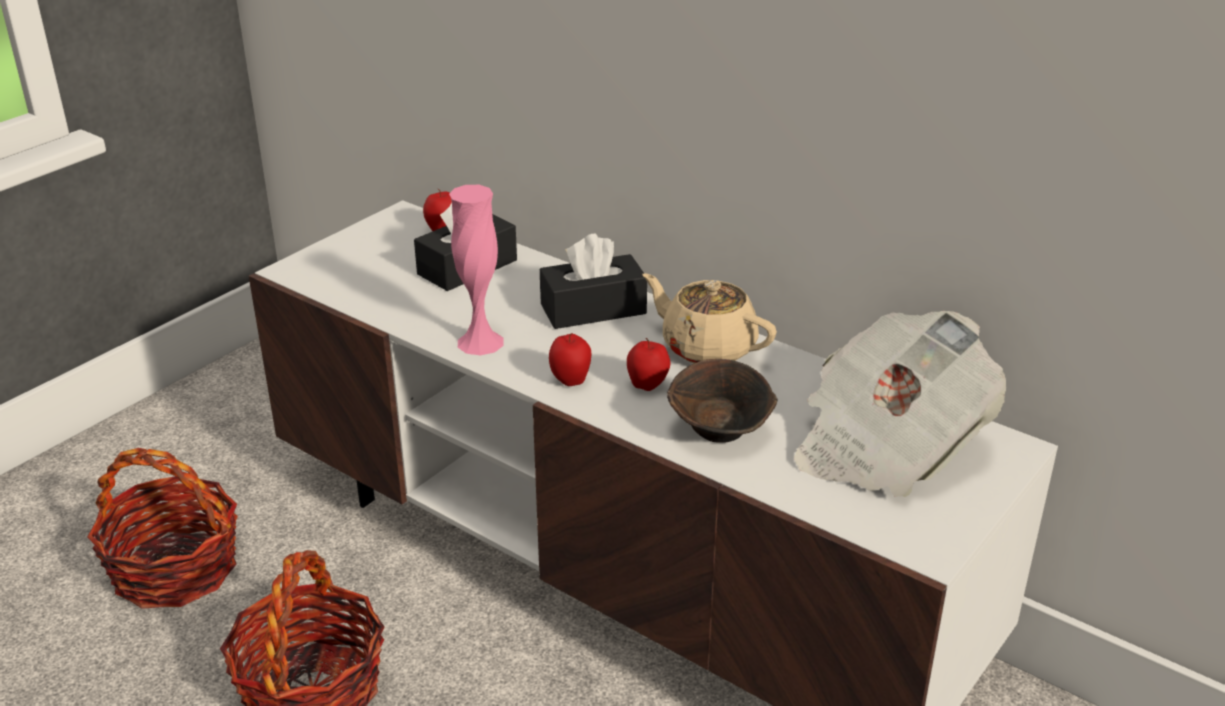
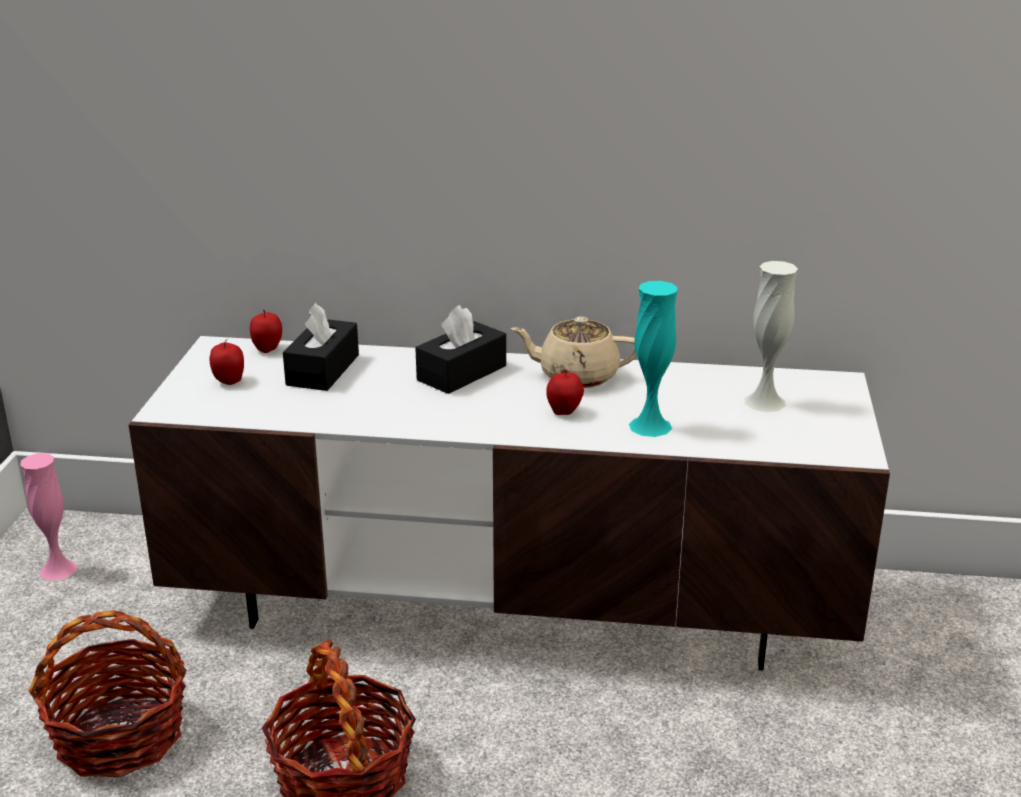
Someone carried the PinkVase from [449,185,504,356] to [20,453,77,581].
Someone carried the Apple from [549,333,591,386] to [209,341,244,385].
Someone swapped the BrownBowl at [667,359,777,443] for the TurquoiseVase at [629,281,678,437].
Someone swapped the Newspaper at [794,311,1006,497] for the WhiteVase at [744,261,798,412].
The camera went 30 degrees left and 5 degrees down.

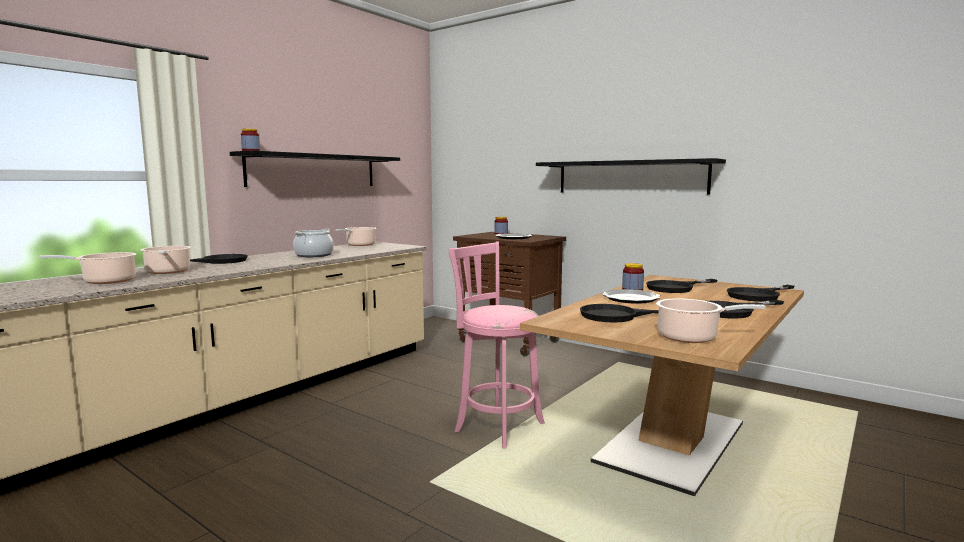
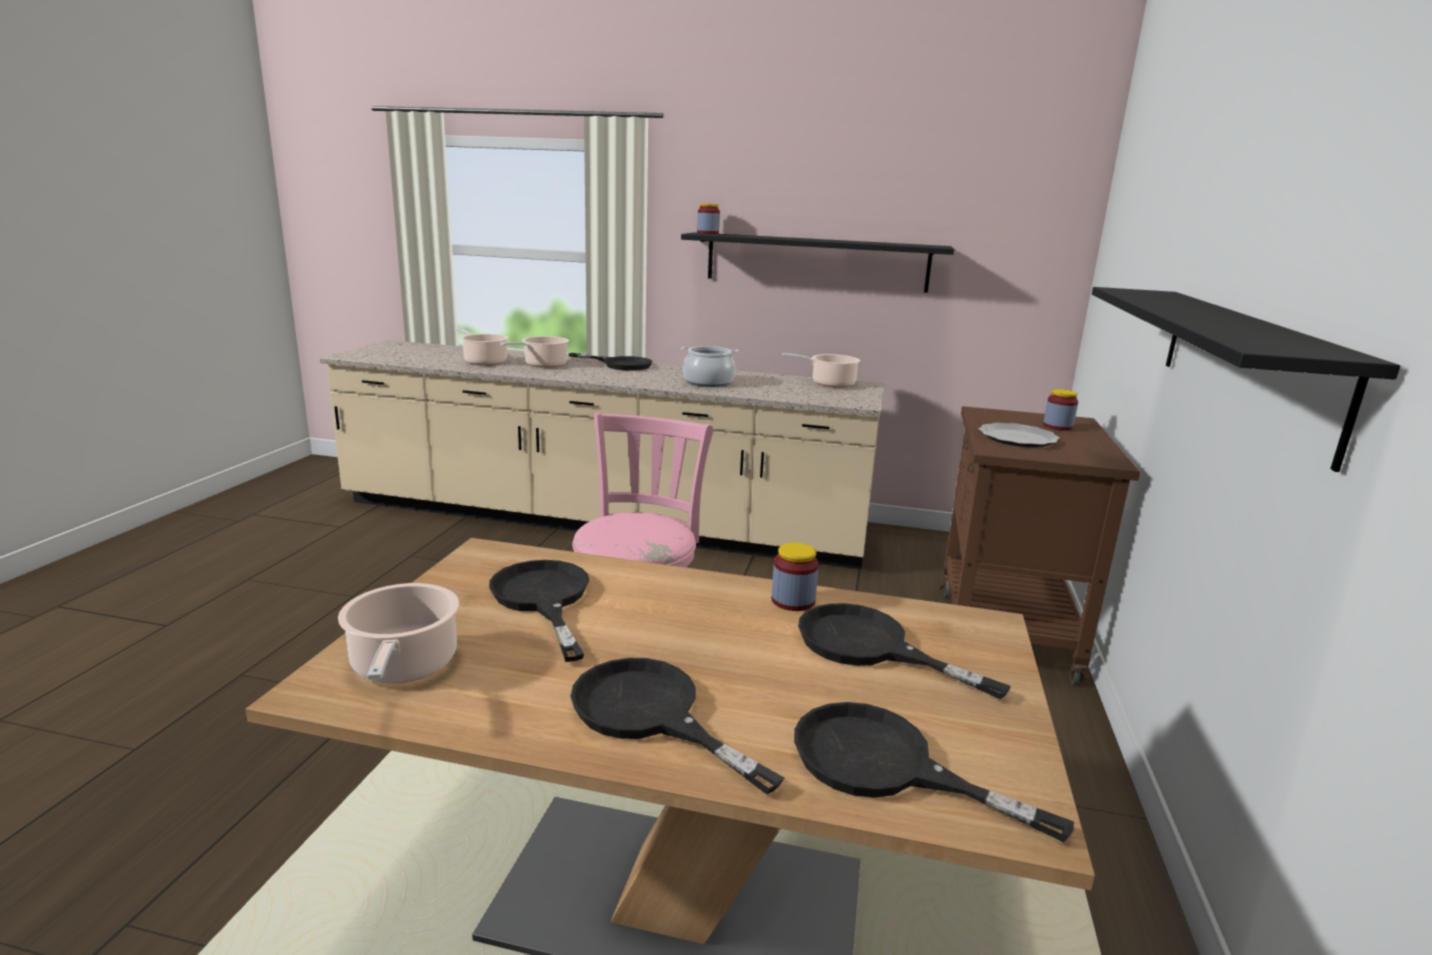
Someone took away the Plate at [602,289,660,304].
The camera went 65 degrees right and 10 degrees up.

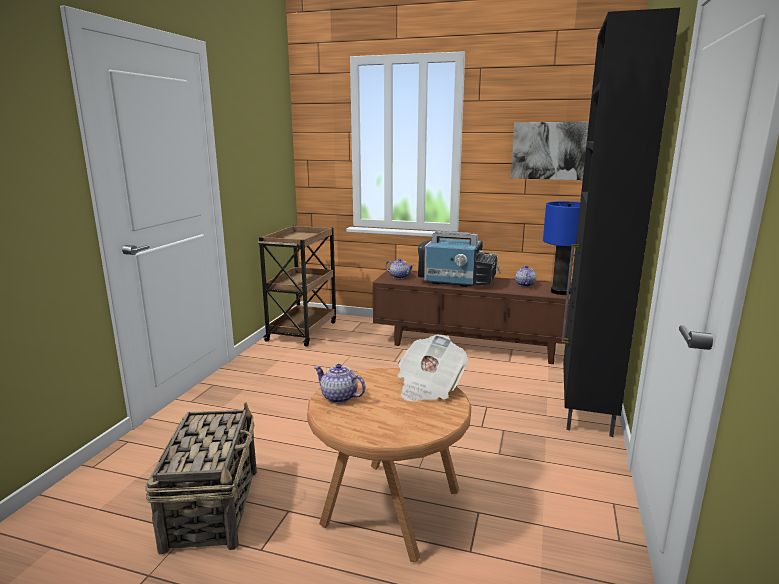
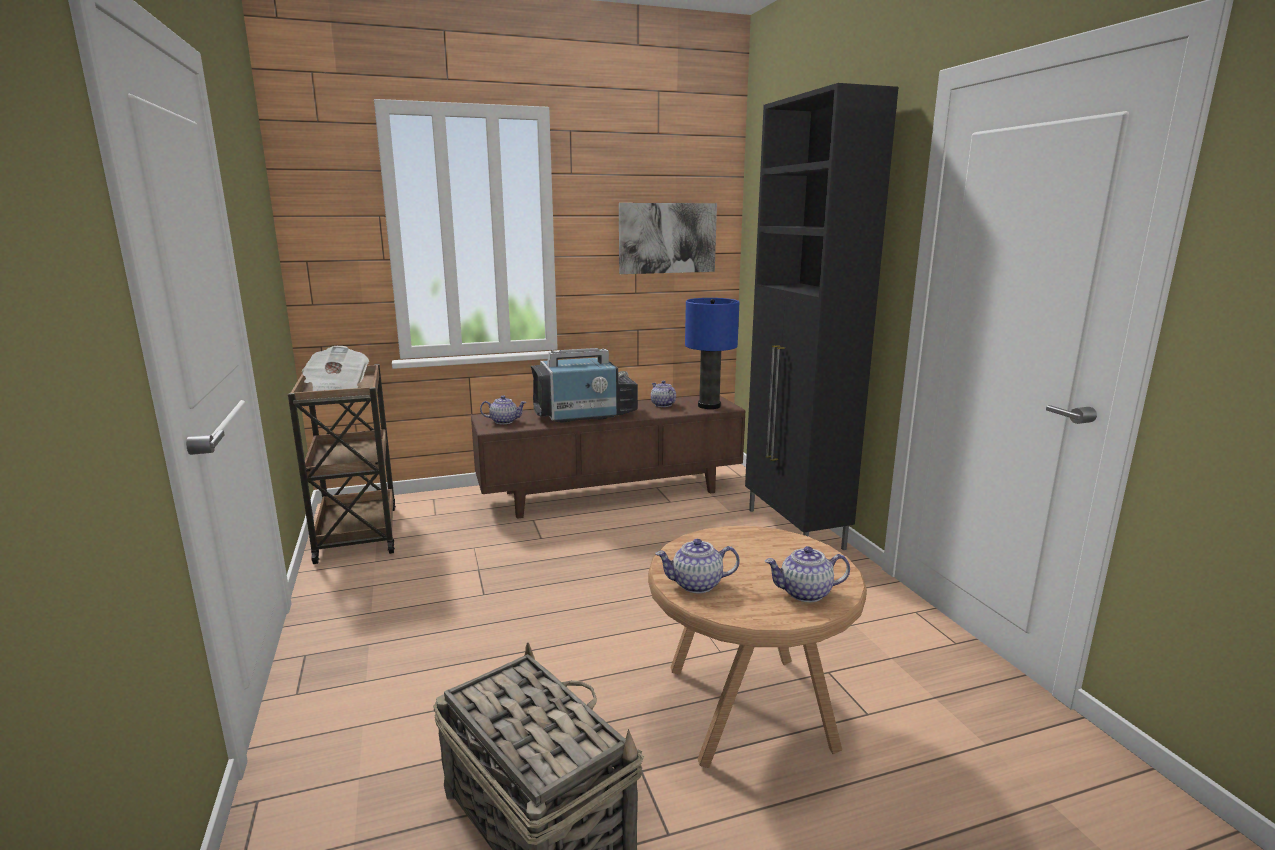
Someone carried the Newspaper from [397,335,468,401] to [302,346,369,391].
Someone put down the Teapot at [765,546,850,602].
The camera went 35 degrees left and 0 degrees up.

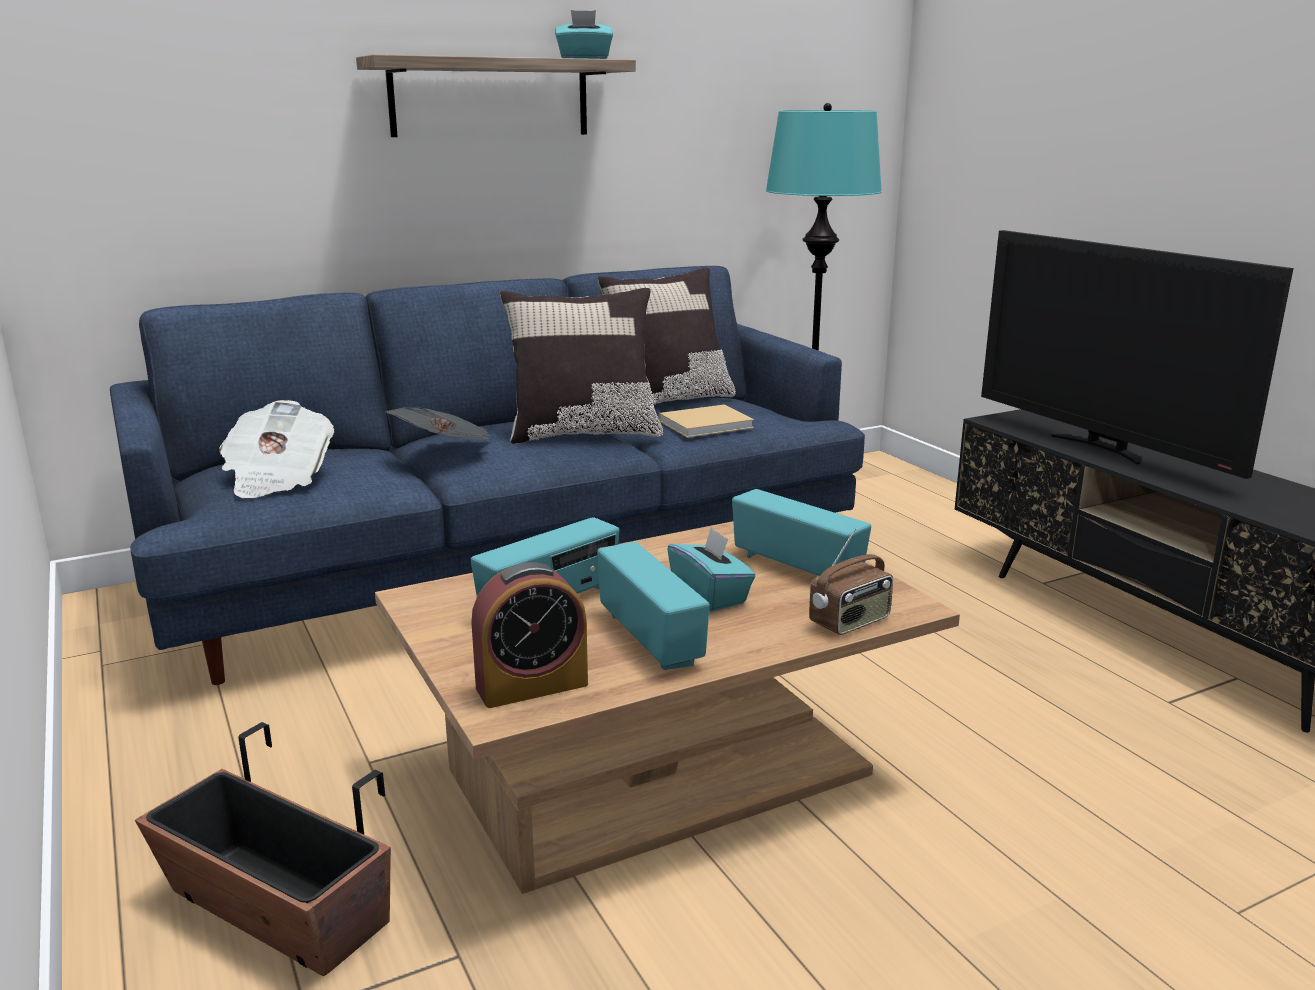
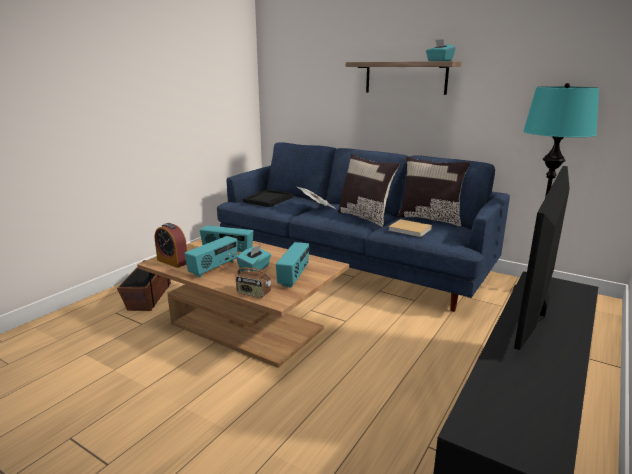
Someone swapped the Newspaper at [219,400,334,498] for the BlackTray at [243,190,293,207].
The camera went 60 degrees right and 0 degrees up.

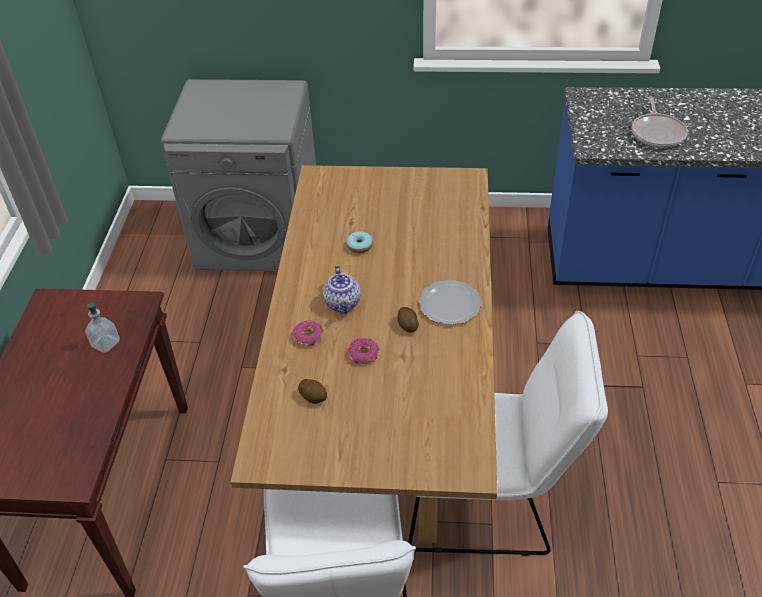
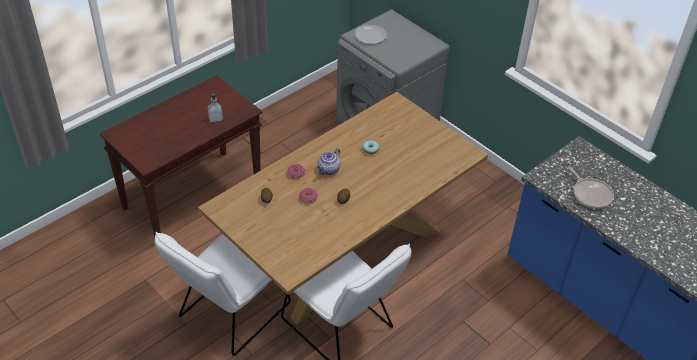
Someone carried the Plate from [419,280,482,325] to [355,25,387,44].
Someone rotated the FryingPan at [632,97,688,148] by 75 degrees counterclockwise.
The camera went 40 degrees right and 0 degrees up.

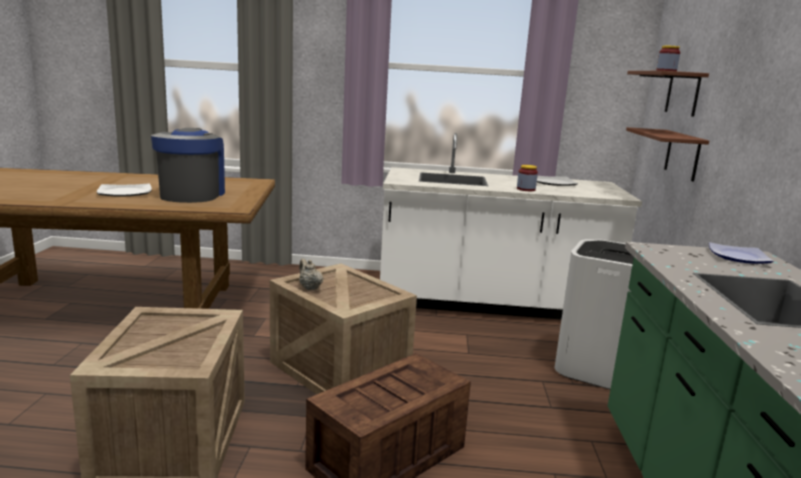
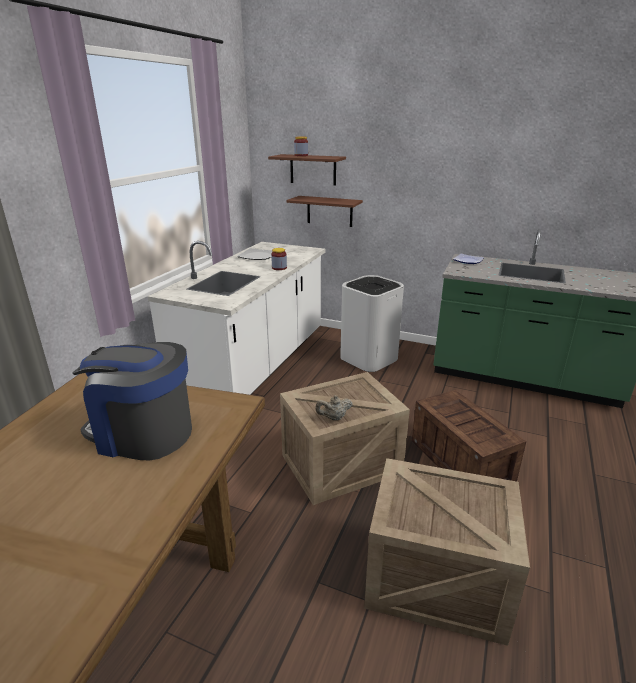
Someone took away the Plate at [97,183,152,197].
The camera went 70 degrees left and 10 degrees up.

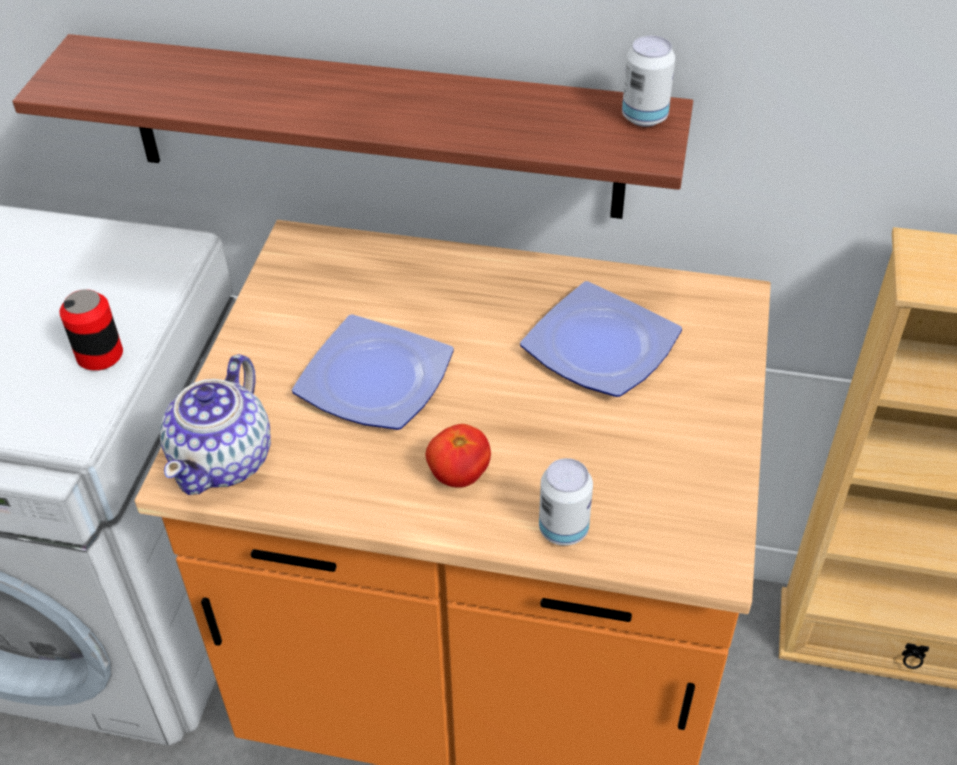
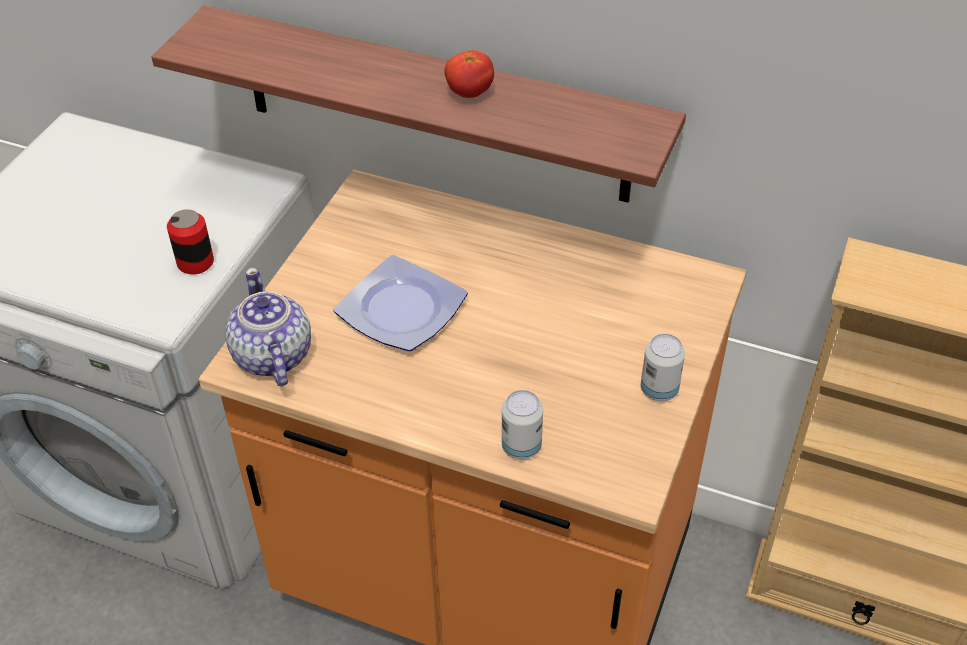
Someone rotated the Teapot at [160,354,271,495] by 135 degrees clockwise.
Someone carried the Tomato from [426,424,491,488] to [445,50,494,98].
Someone carried the Can from [622,36,675,127] to [641,334,685,401].
Someone took away the Plate at [520,281,682,397].
The camera went 10 degrees right and 0 degrees up.

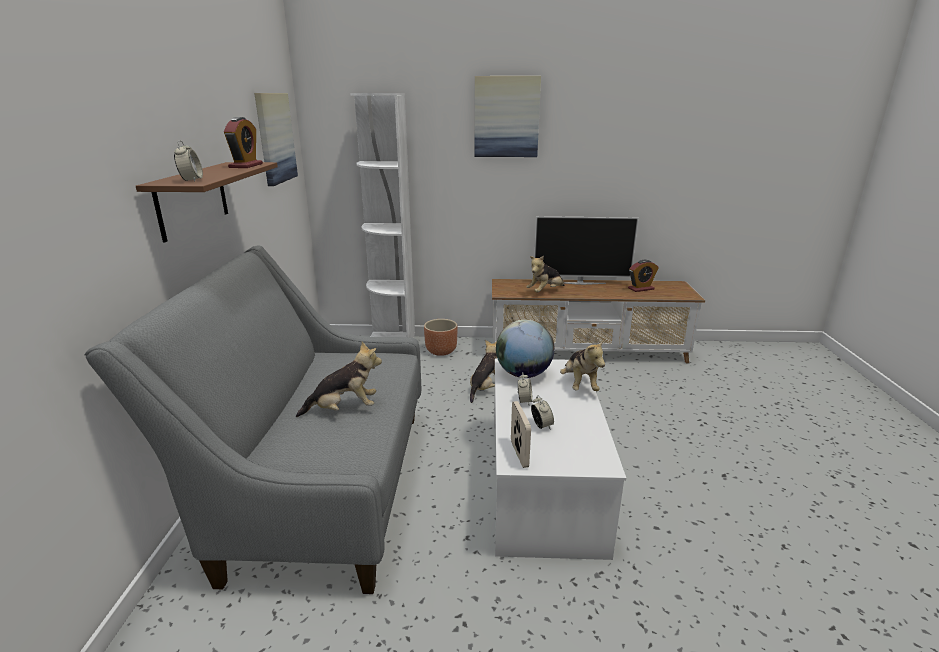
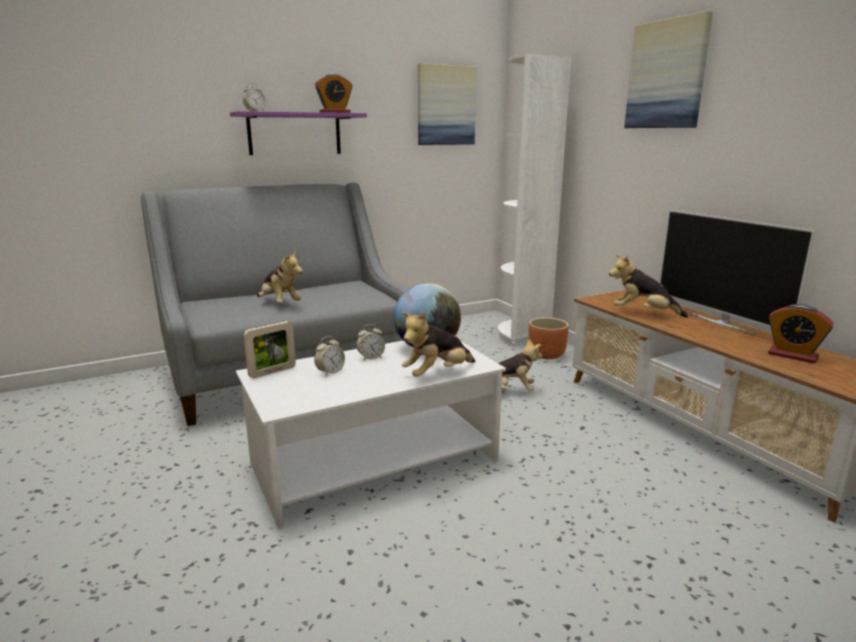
Someone repainted the BrownShelf at [136,162,278,242], which became the PurpleShelf at [230,111,367,155].
The camera went 60 degrees right and 5 degrees down.

